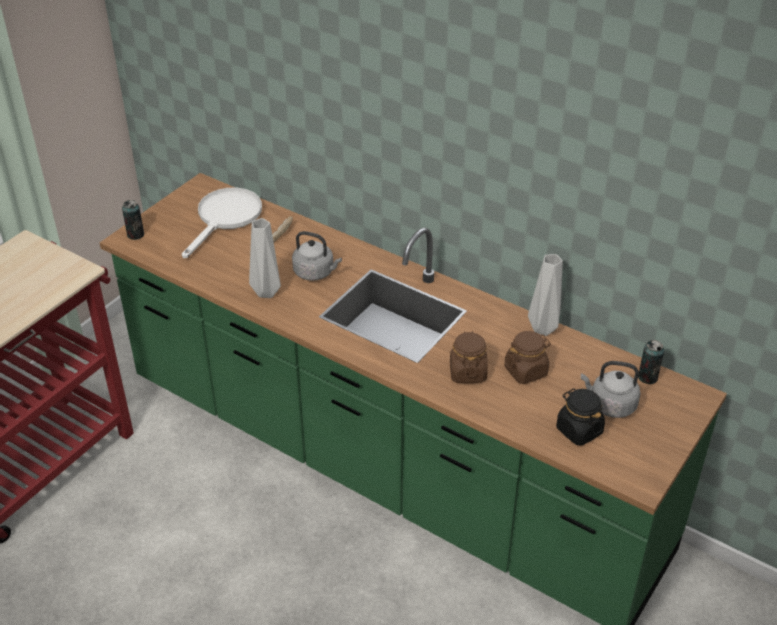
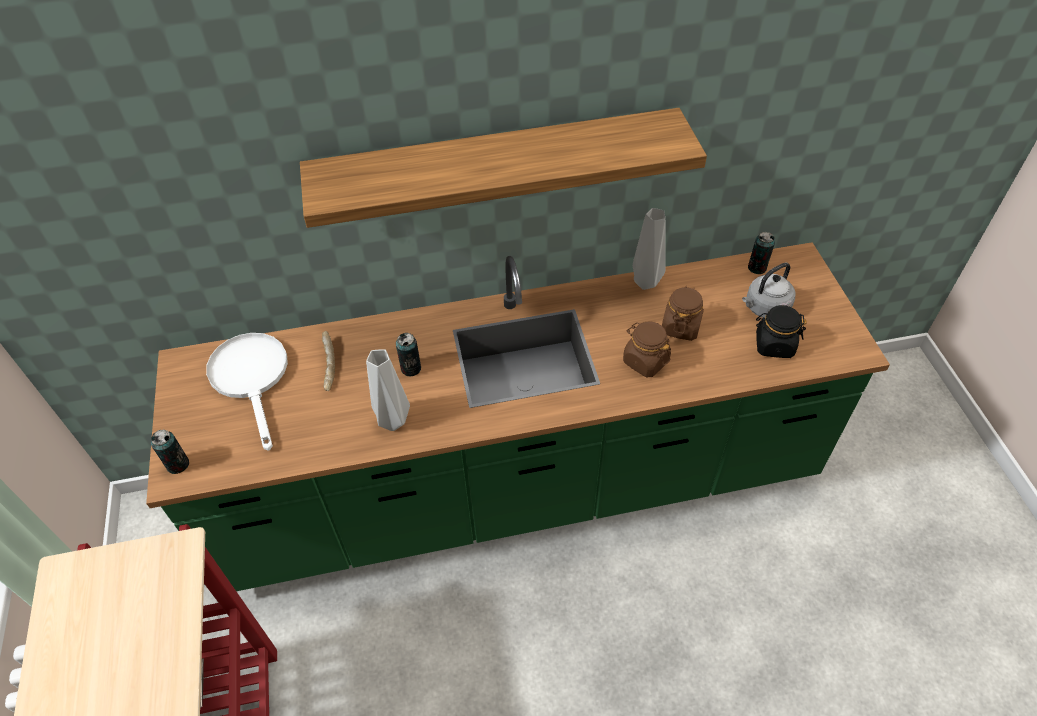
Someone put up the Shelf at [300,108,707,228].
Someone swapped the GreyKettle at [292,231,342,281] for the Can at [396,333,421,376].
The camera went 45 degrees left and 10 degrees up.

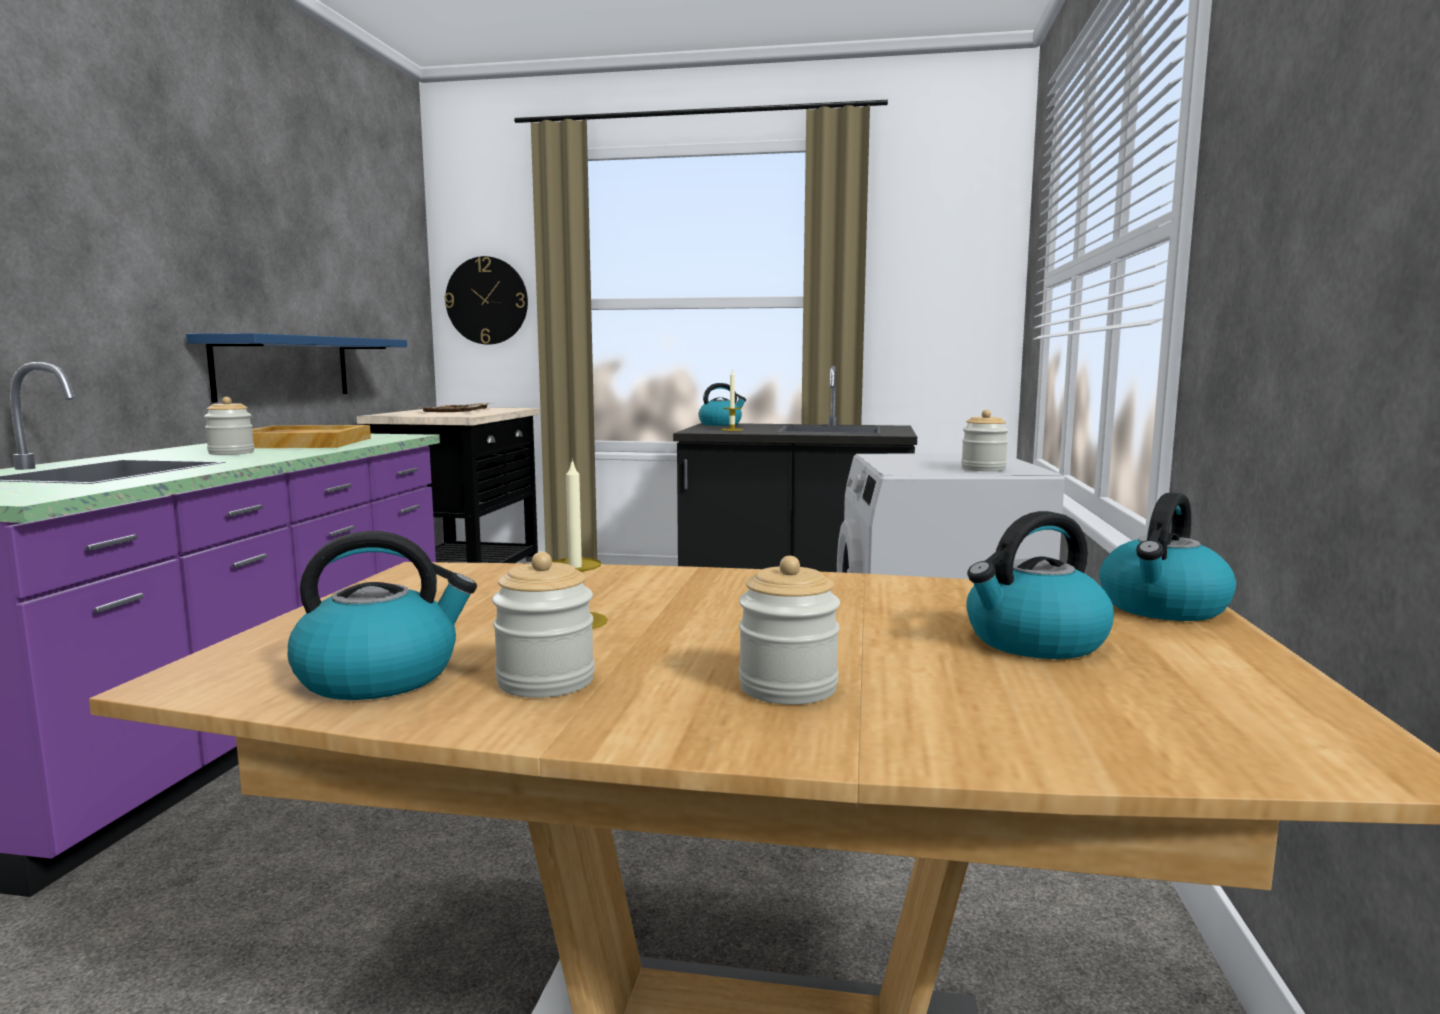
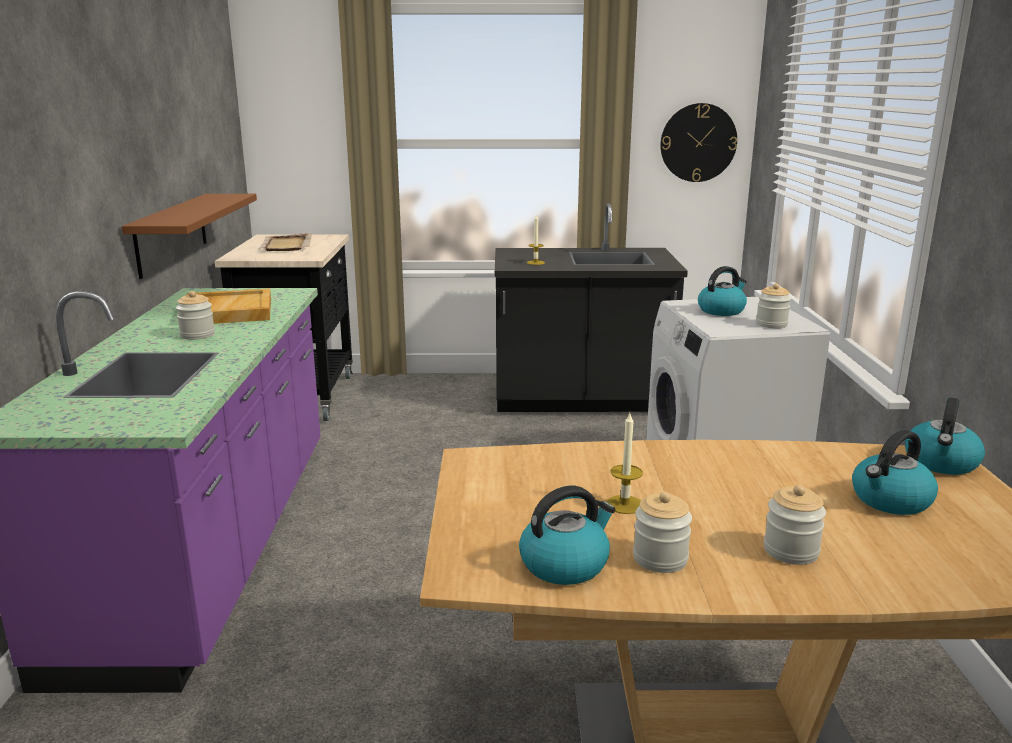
Someone repainted the BlueShelf at [186,333,407,403], which became the BrownShelf at [121,194,257,279].
Someone carried the WallClock from [445,256,528,345] to [660,103,737,182].
Someone carried the Kettle from [699,383,746,426] to [698,266,747,316].
The camera went 10 degrees left and 10 degrees up.

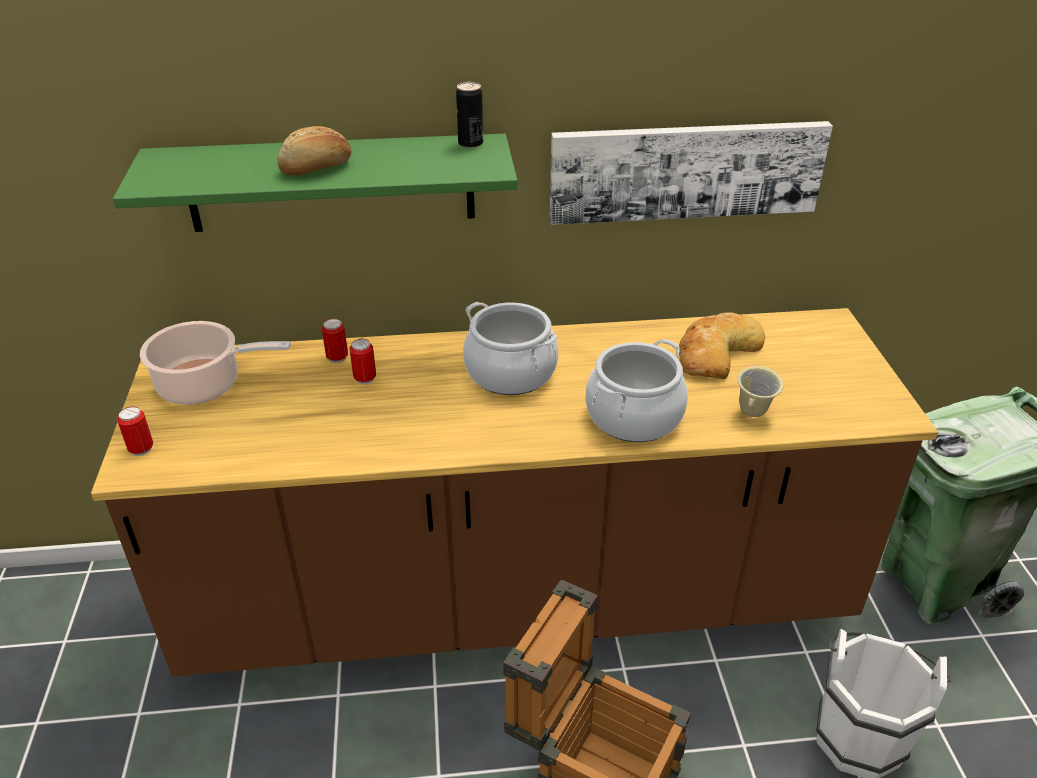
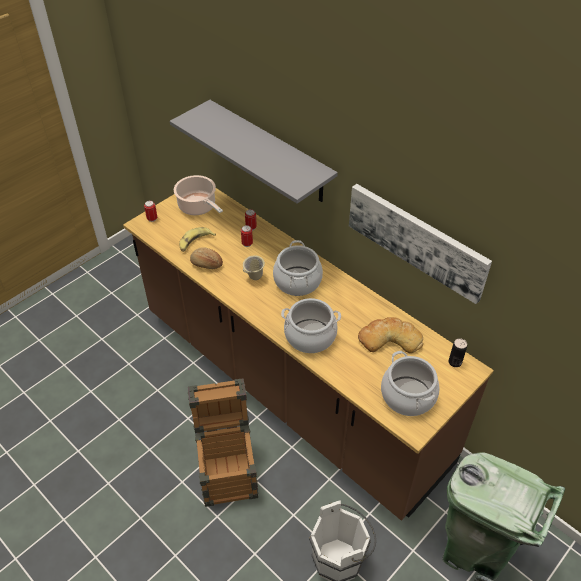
Someone repainted the GreenShelf at [113,134,517,232], which became the GreyShelf at [170,100,338,204].
Someone put down the Banana at [179,227,216,252].
Someone carried the Bread from [277,126,352,176] to [190,247,223,269].
Someone carried the BeigeMug from [737,366,784,417] to [243,255,265,280].
Someone put down the CookingPot at [381,351,440,416].
Someone carried the Can from [456,82,483,148] to [449,338,467,367].
The camera went 50 degrees right and 10 degrees up.

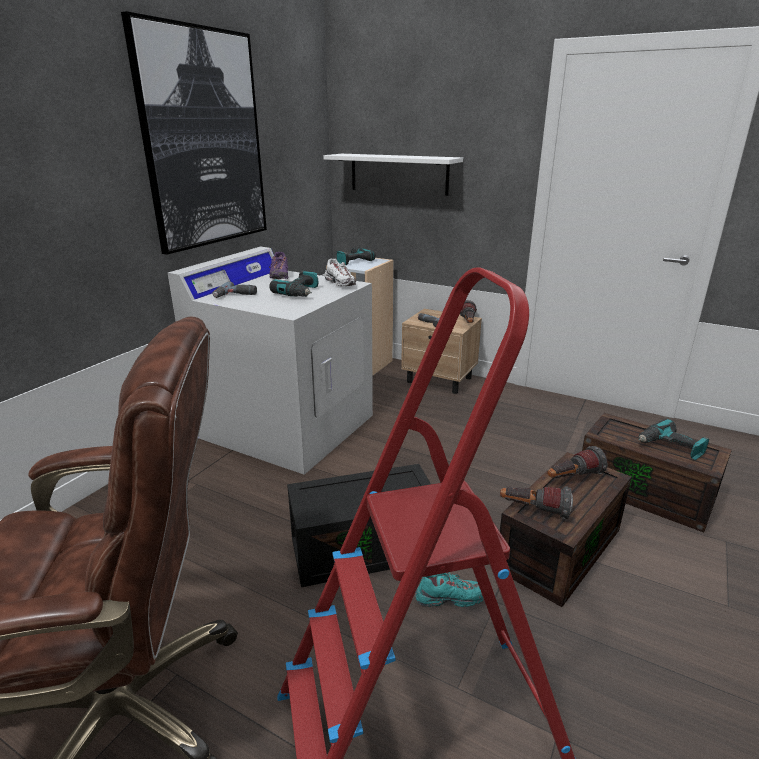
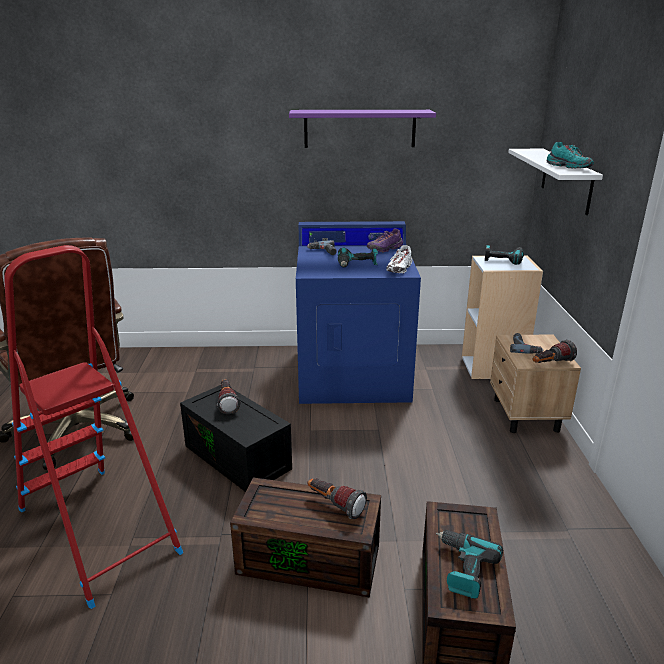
Someone carried the Flashlight from [500,486,573,519] to [217,379,241,414].
Someone swapped the Picture at [121,11,267,255] for the PurpleShelf at [289,110,436,148].
Someone repainted the WhiteWashingMachine at [168,247,373,475], which became the BlueWashingMachine at [296,221,421,404].
Someone carried the TurquoiseShoe from [415,572,484,607] to [547,142,594,169].
The camera went 60 degrees right and 0 degrees up.

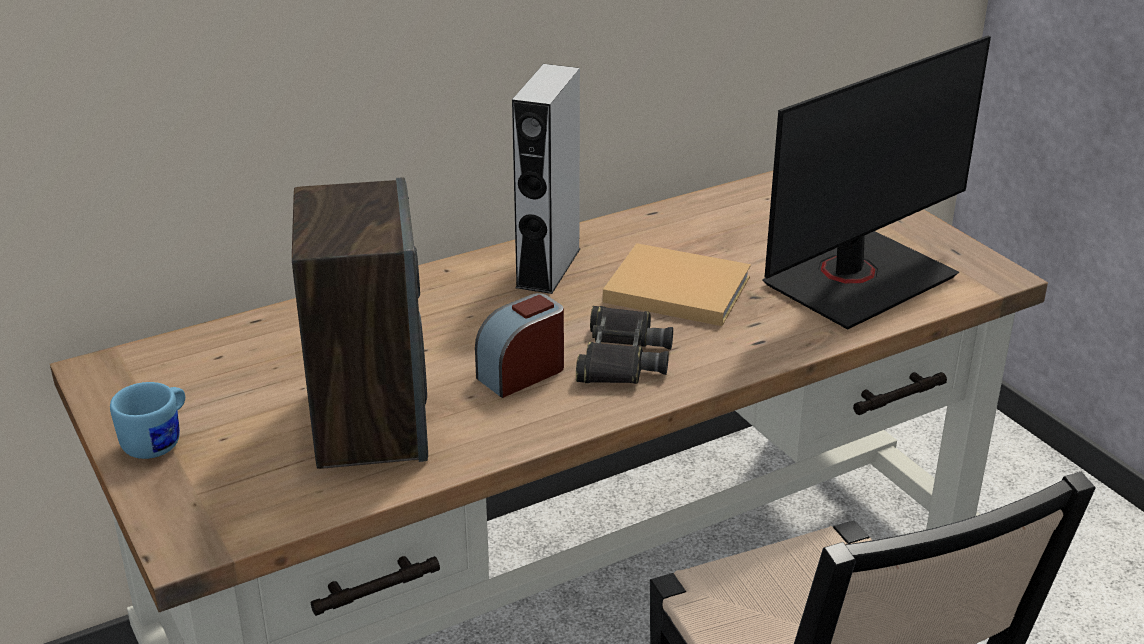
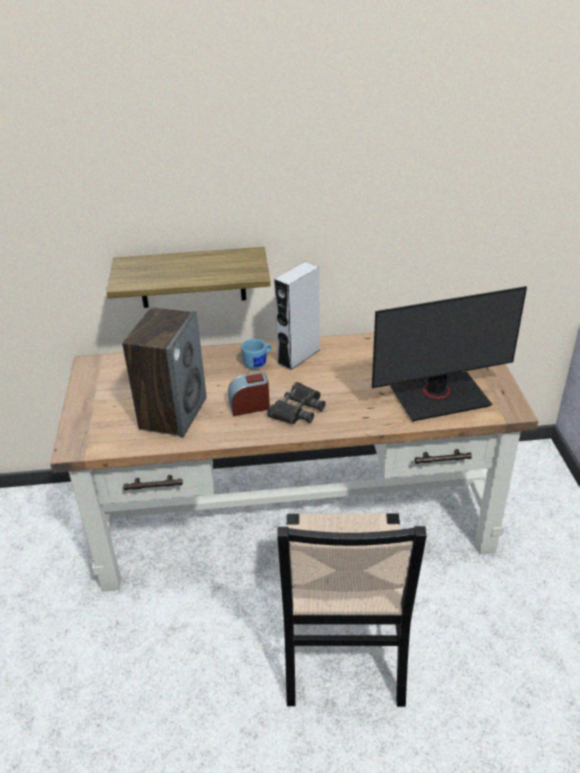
Someone put up the Shelf at [107,247,271,308].
Someone carried the BlueMug from [110,382,185,459] to [241,339,272,369].
Someone took away the BeigeBook at [603,243,751,326].
The camera went 25 degrees right and 5 degrees up.

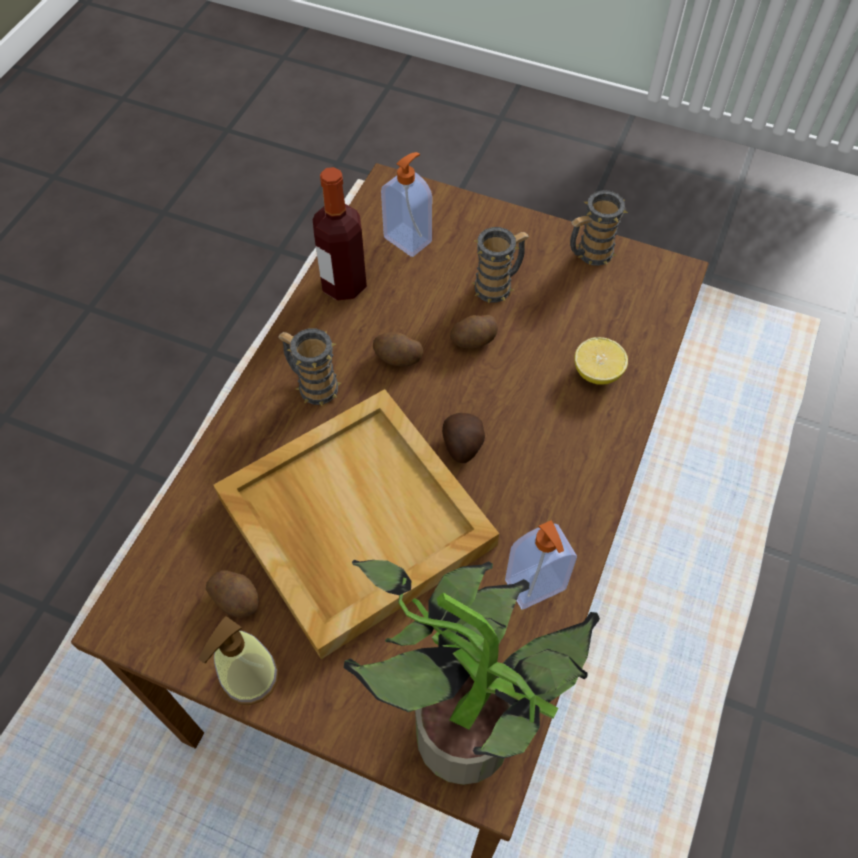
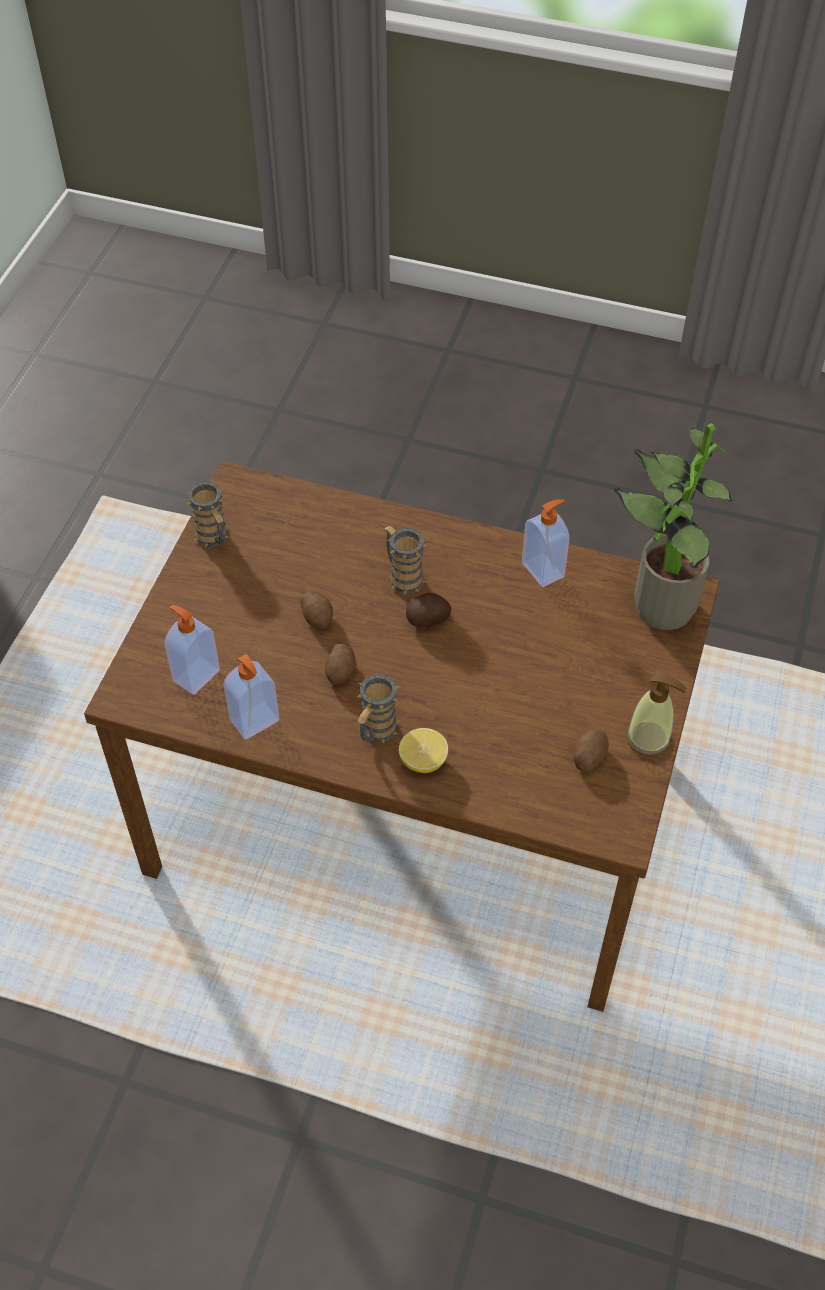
Someone swapped the Bottle at [313,167,367,301] for the SoapDispenser at [224,654,280,740].
Someone carried the Mug from [472,227,529,303] to [385,526,428,595].
Someone carried the Lemon from [574,337,628,385] to [399,728,448,773].
Someone took away the BeigeTray at [214,389,499,659].
The camera went 95 degrees left and 5 degrees down.

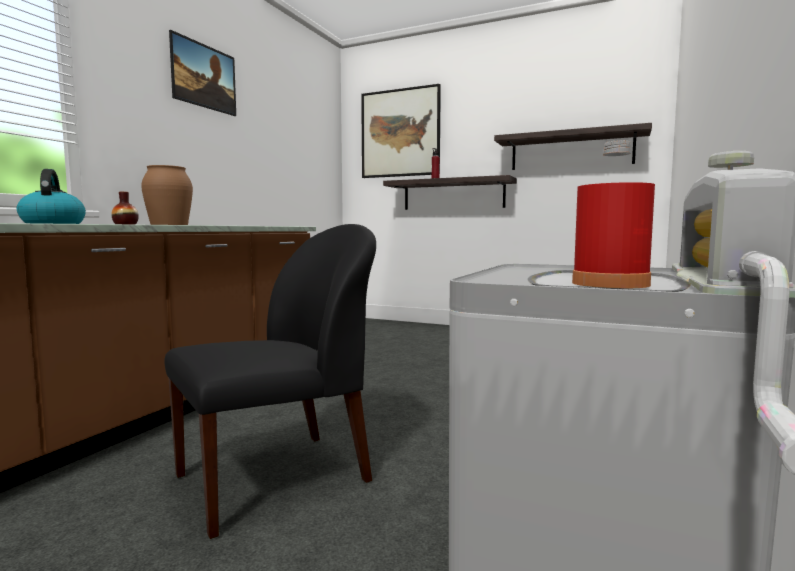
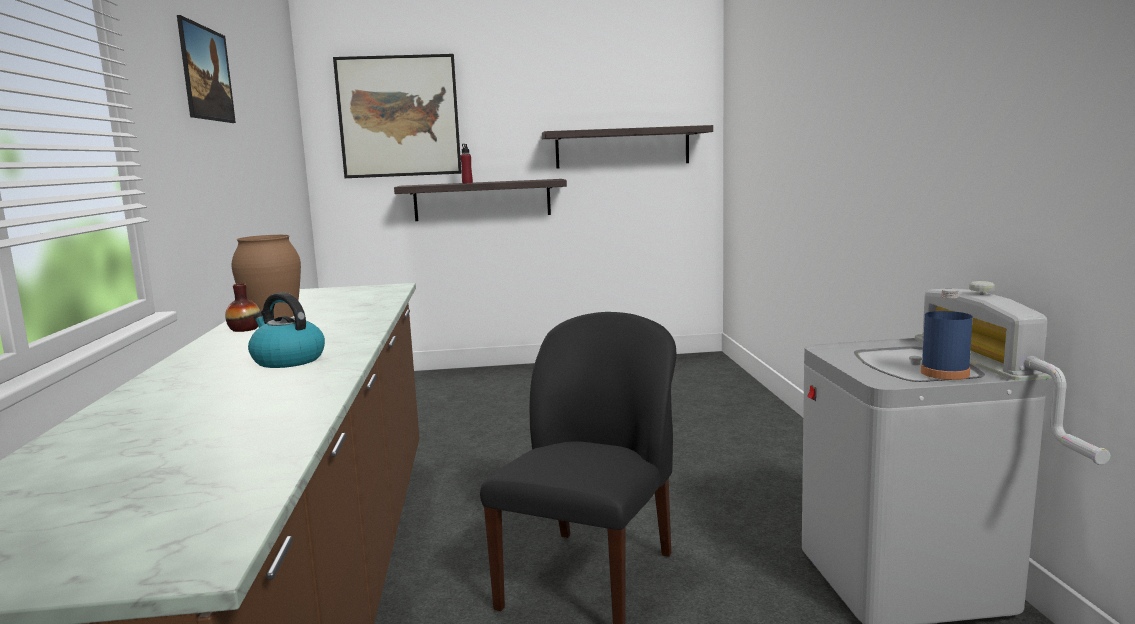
Someone repainted the RedBottle at [572,140,655,288], which became the BlueBottle at [921,289,973,380].
The camera went 30 degrees left and 5 degrees up.

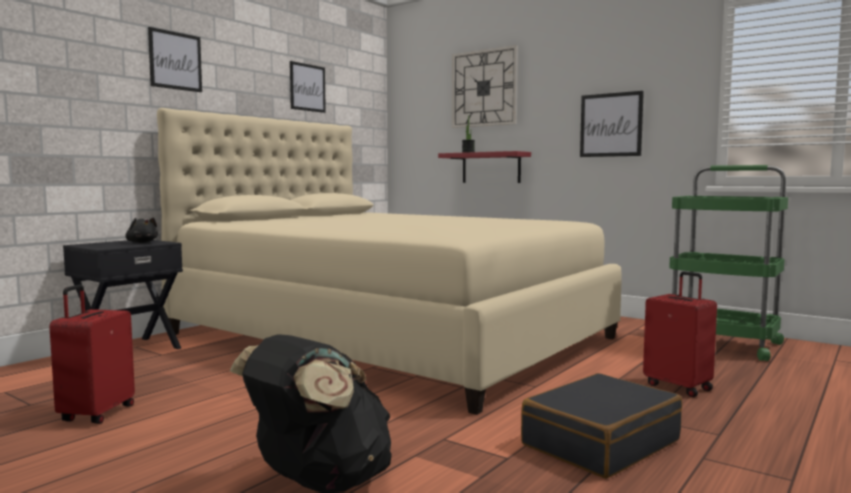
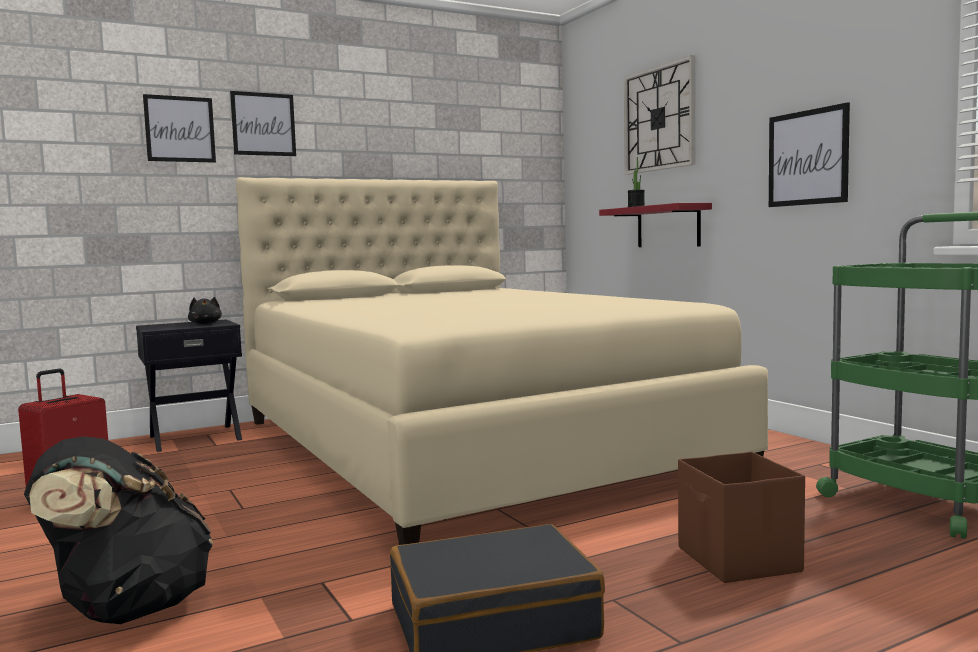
Someone carried the Picture from [290,61,326,113] to [143,94,216,163].
Someone swapped the RedSuitcase at [643,271,717,397] for the BrownStorageBox at [678,452,805,583].
The camera went 25 degrees right and 0 degrees up.

